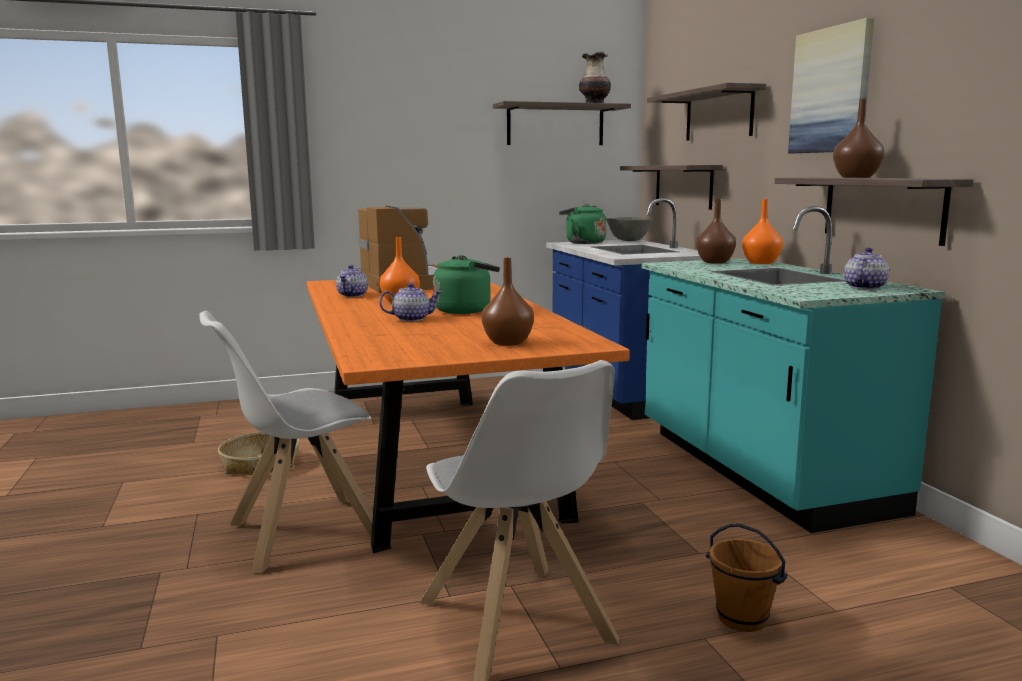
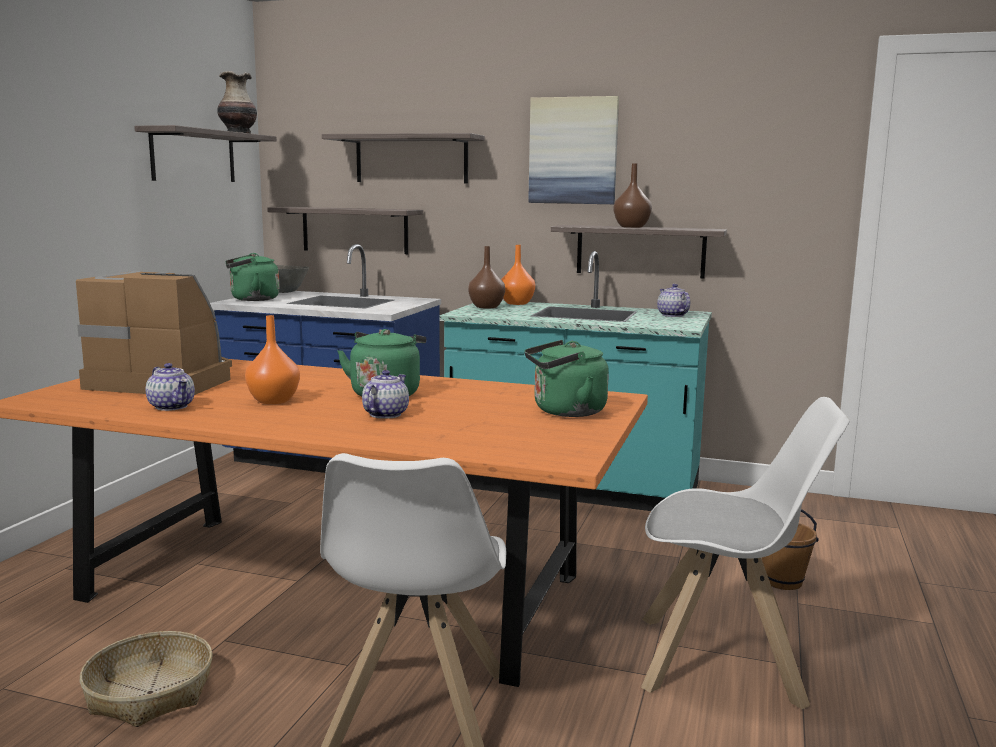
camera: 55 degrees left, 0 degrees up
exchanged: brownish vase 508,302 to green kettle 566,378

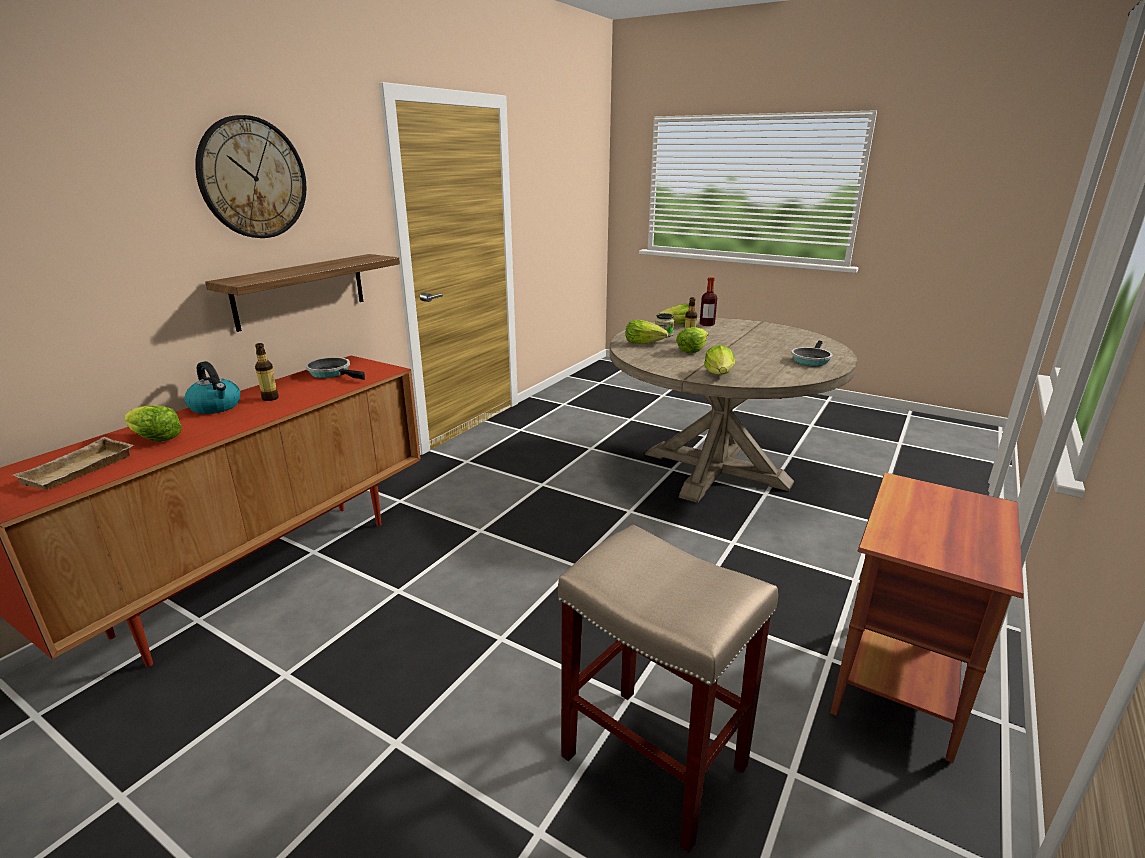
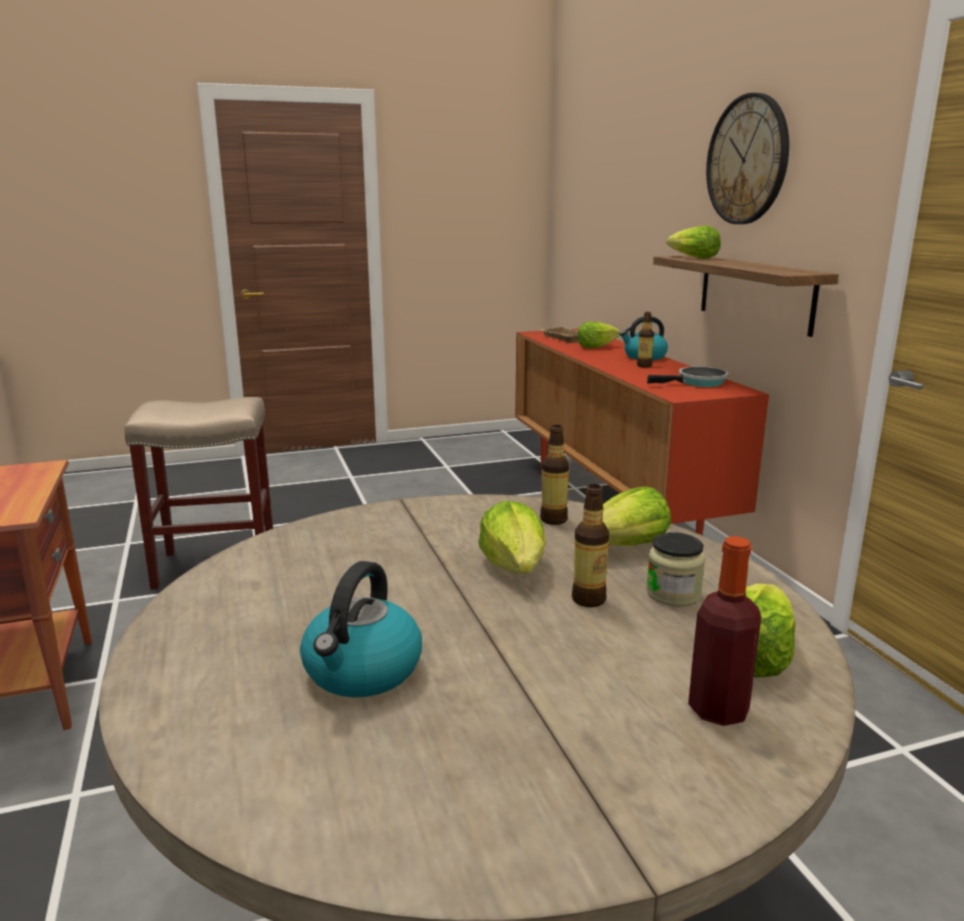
camera: 130 degrees right, 5 degrees down
missing: pan 812,353
appeared: kettle 361,629; drink bottle 554,475
relocated: lettuce 719,360 to 693,242

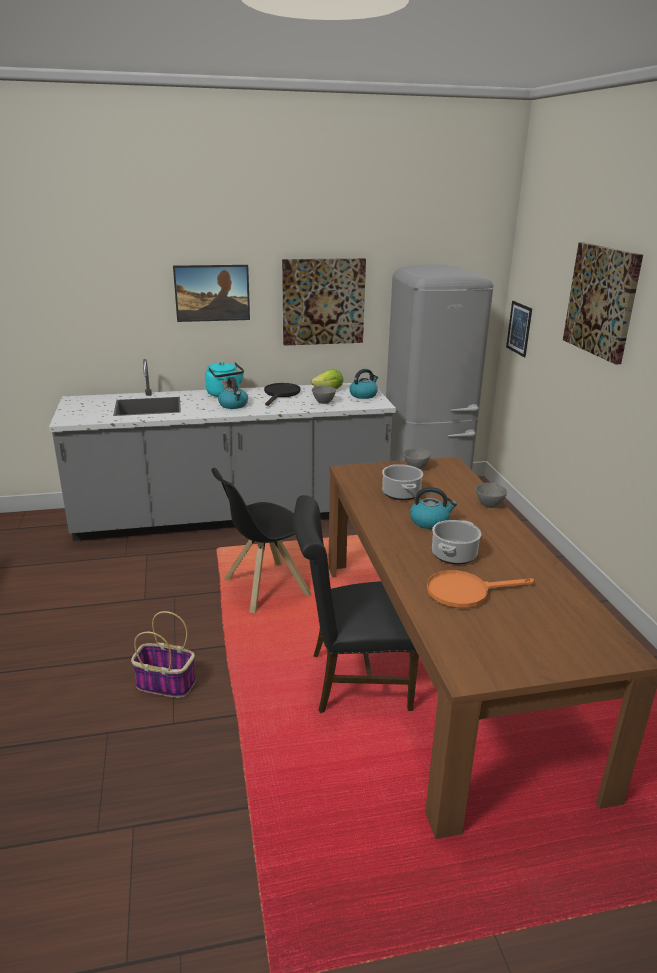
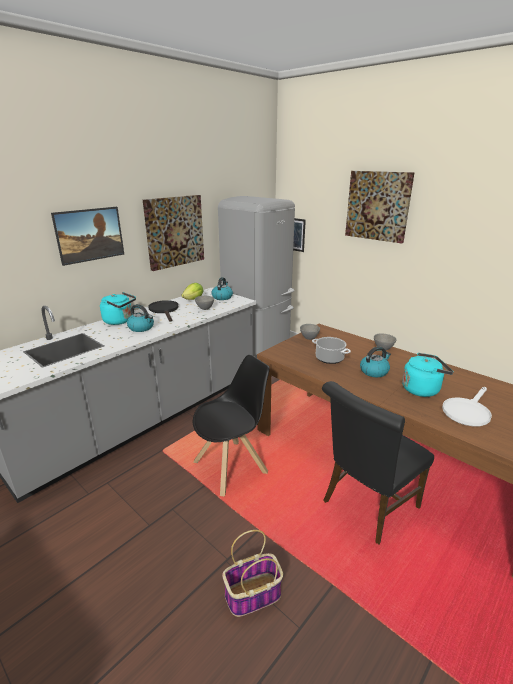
camera: 35 degrees left, 0 degrees up
exchanged: stockpot 456,542 to turquoise-coloured kettle 428,375
colour: orange pan 480,589 to whitish pan 467,406
spun: black-coloured chair 261,540 = 231,426 150 degrees counterclockwise

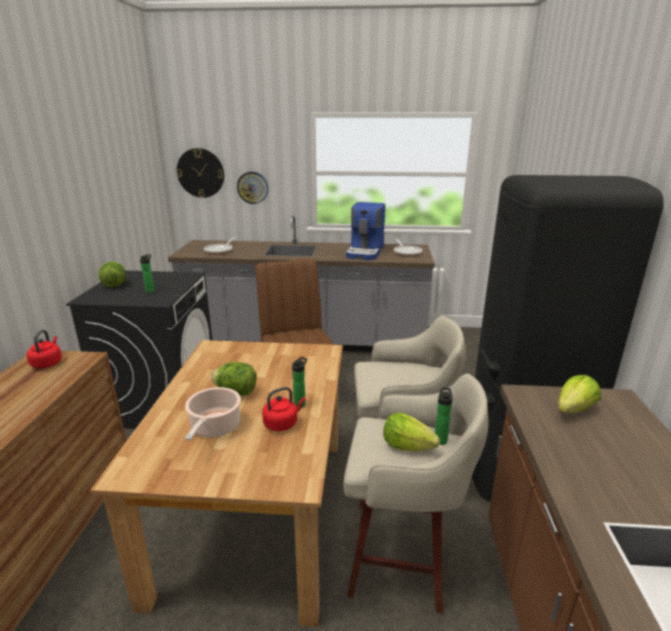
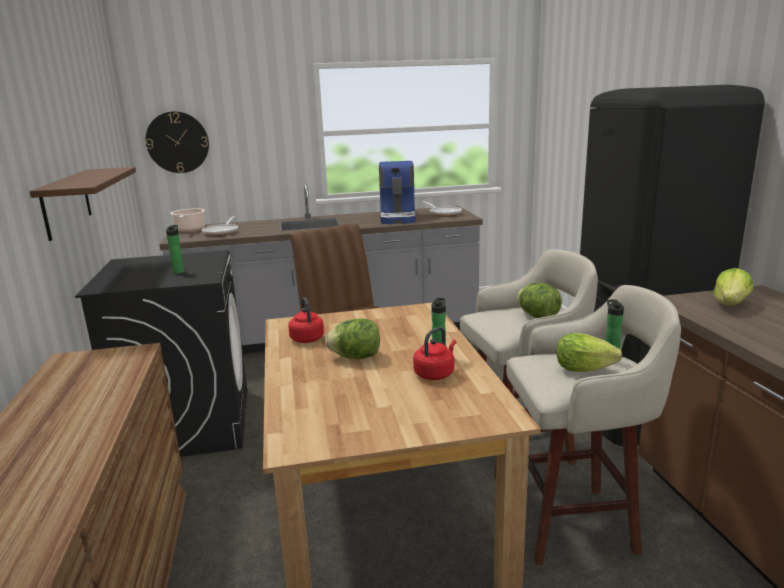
camera: 15 degrees left, 5 degrees down
missing: wall clock 252,188
appeared: brownish bracket shelf 82,204
relocated: reddish kettle 44,349 to 306,320; lettuce 112,274 to 539,300; stockpot 213,413 to 187,219

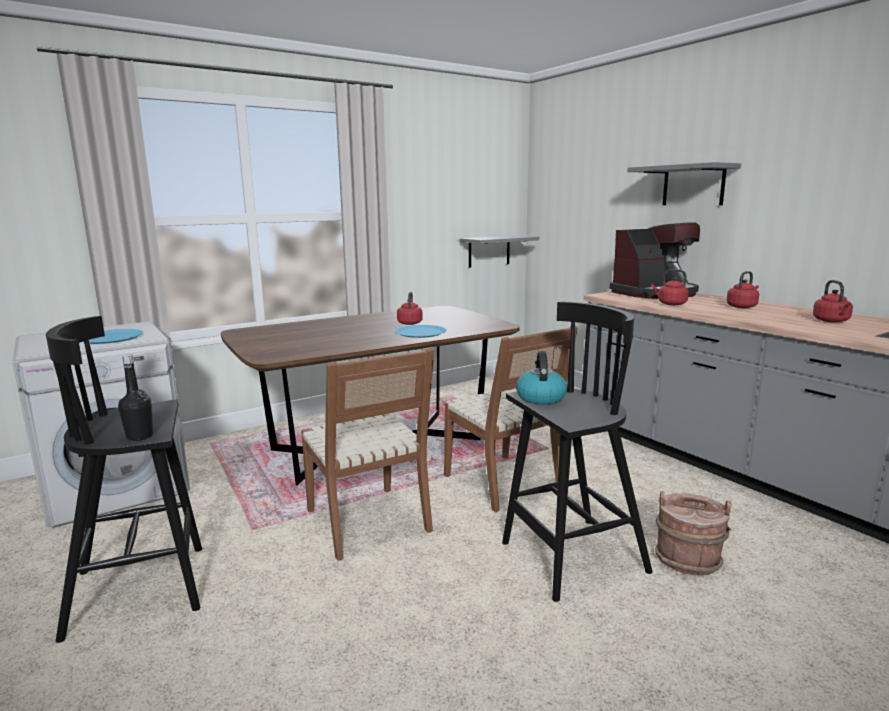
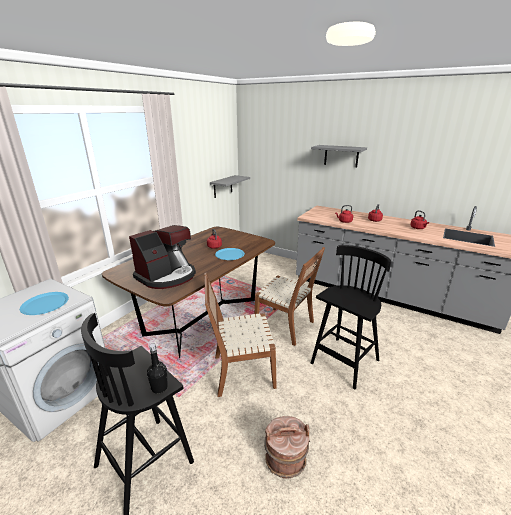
camera: 25 degrees left, 10 degrees up
missing: kettle 541,378
relocated: coffee maker 655,260 to 162,257; brownish water bucket 693,533 to 287,447
spun: chair 367,454 = 240,335 135 degrees clockwise

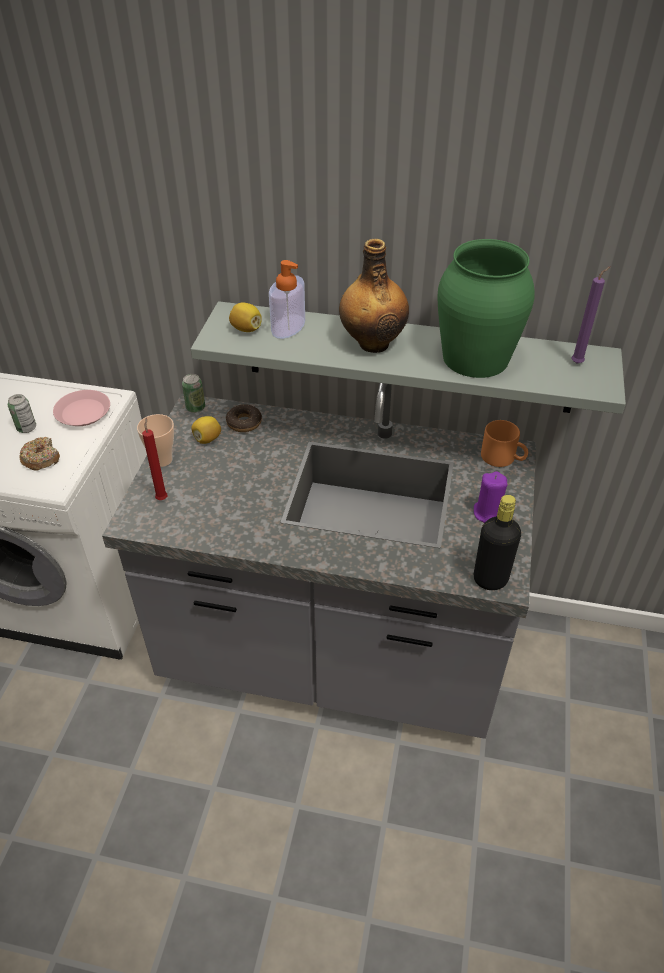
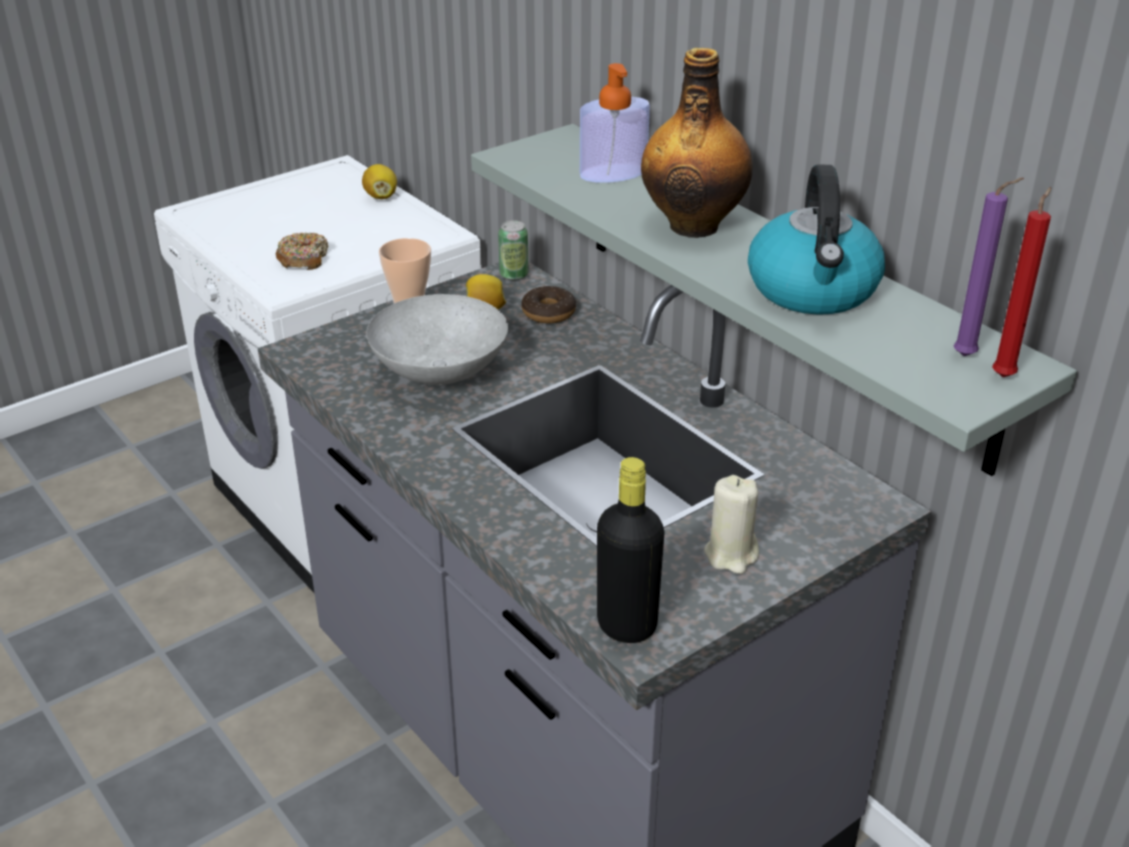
camera: 40 degrees right, 10 degrees down
missing: can 22,413; pink flat dish 81,408; orange tea mug 504,443
appeared: grey deep dish 437,339
relocated: reddish wax light 155,458 to 1021,282; citrus fruit 245,317 to 379,181
exchanged: green vase 486,308 to kettle 816,239
colour: purple-coloured wax light 490,497 to beige-coloured wax light 731,524

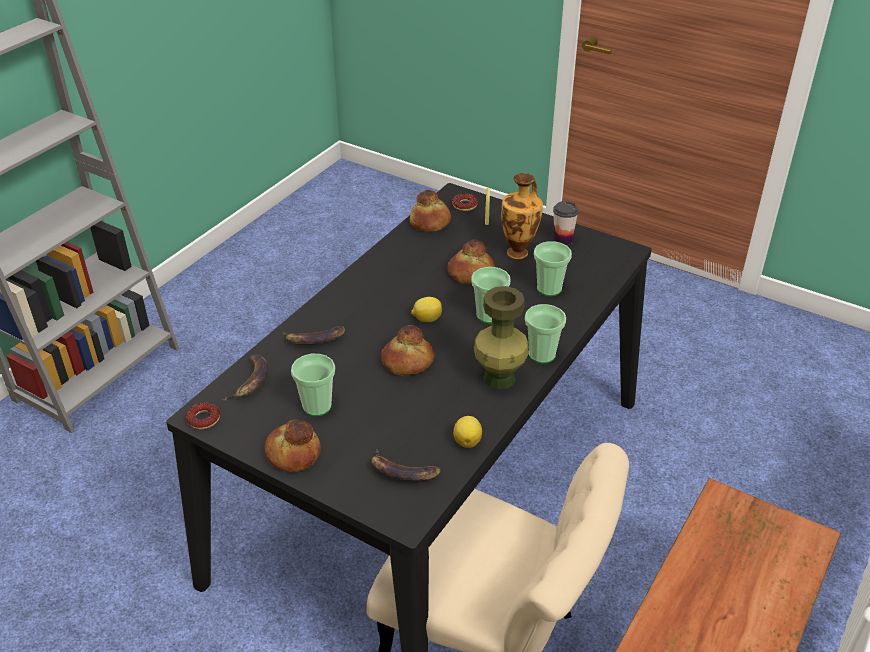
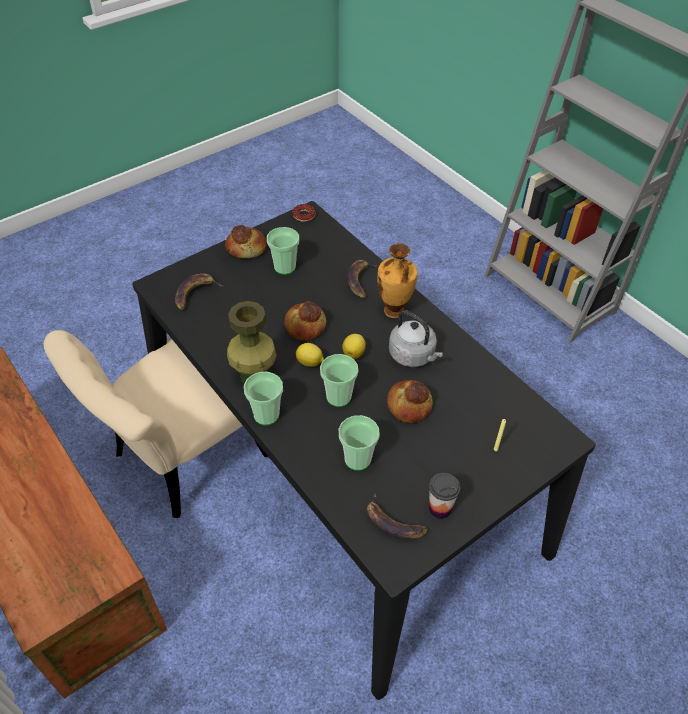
camera: 110 degrees right, 10 degrees up
missing: bakery bread 430,211; doughnut 465,202
appeared: grey kettle 416,338
relocated: banana fruit 245,377 to 397,516; citrus fruit 467,432 to 310,355; vase 522,216 to 397,281

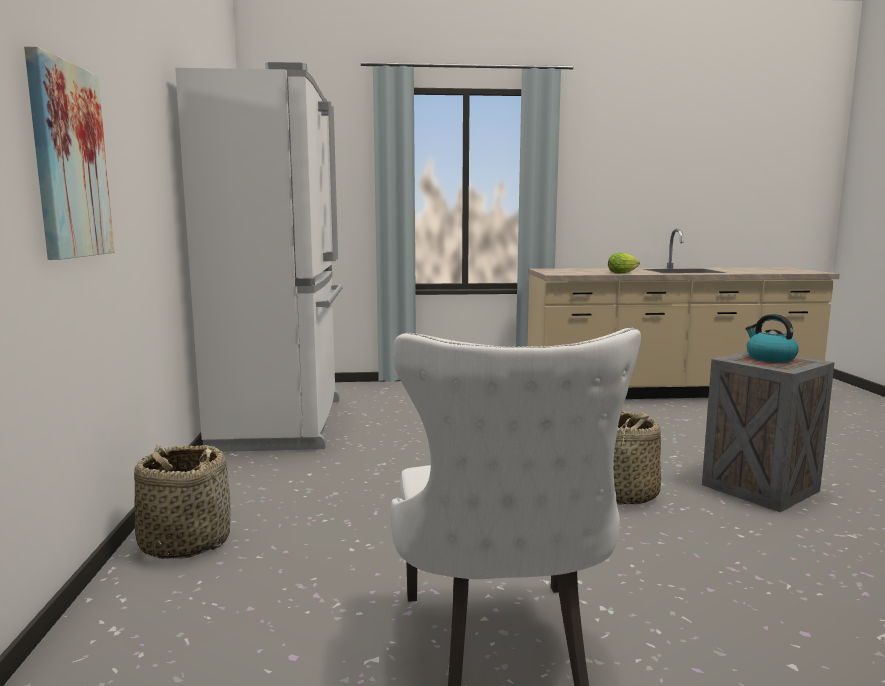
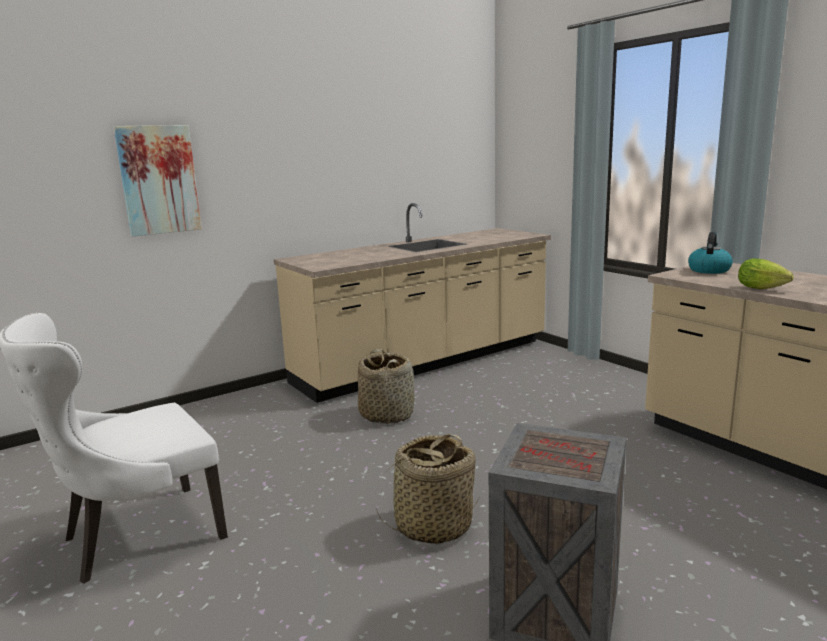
camera: 60 degrees right, 5 degrees up
relocated: basket 182,502 to 386,386; kettle 772,338 to 710,253
exchanged: whitish refrigerator 259,257 to beige-coloured kitchen base unit 412,303

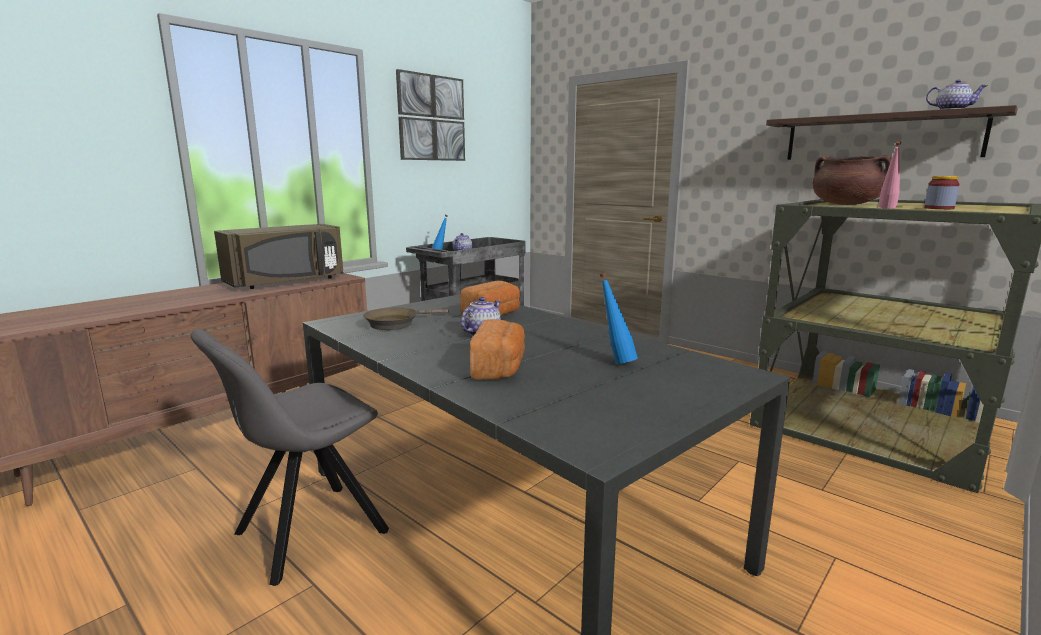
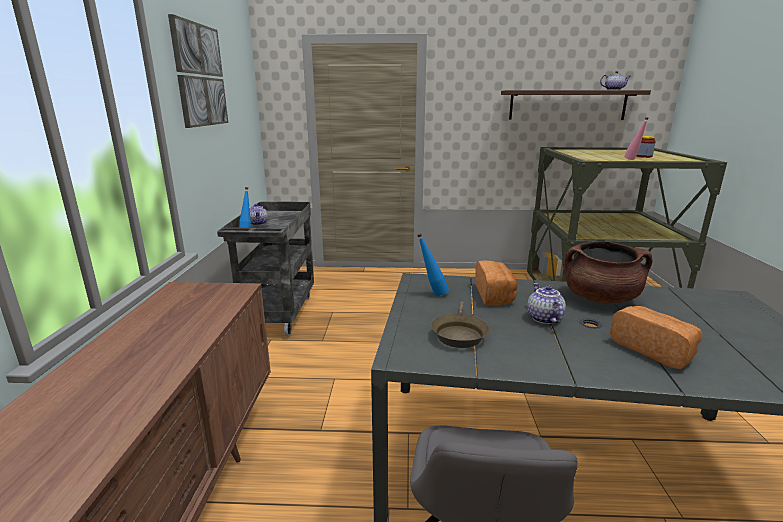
camera: 40 degrees left, 5 degrees up
missing: brownish microwave oven 279,256
relocated: bluish drink bottle 619,318 to 433,264; brownish stockpot 852,180 to 608,272

